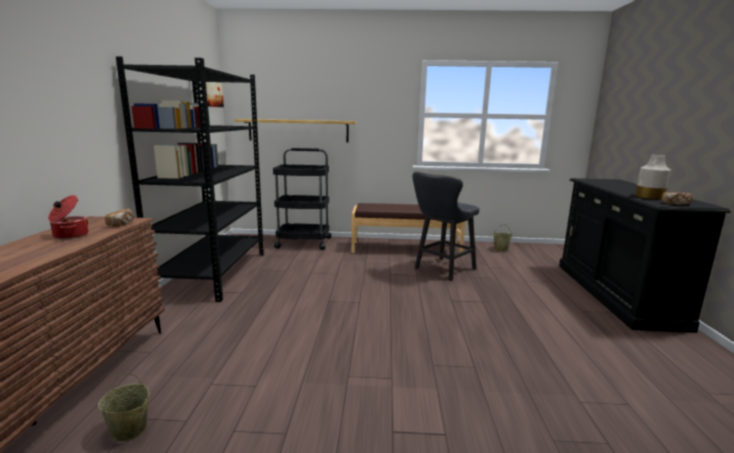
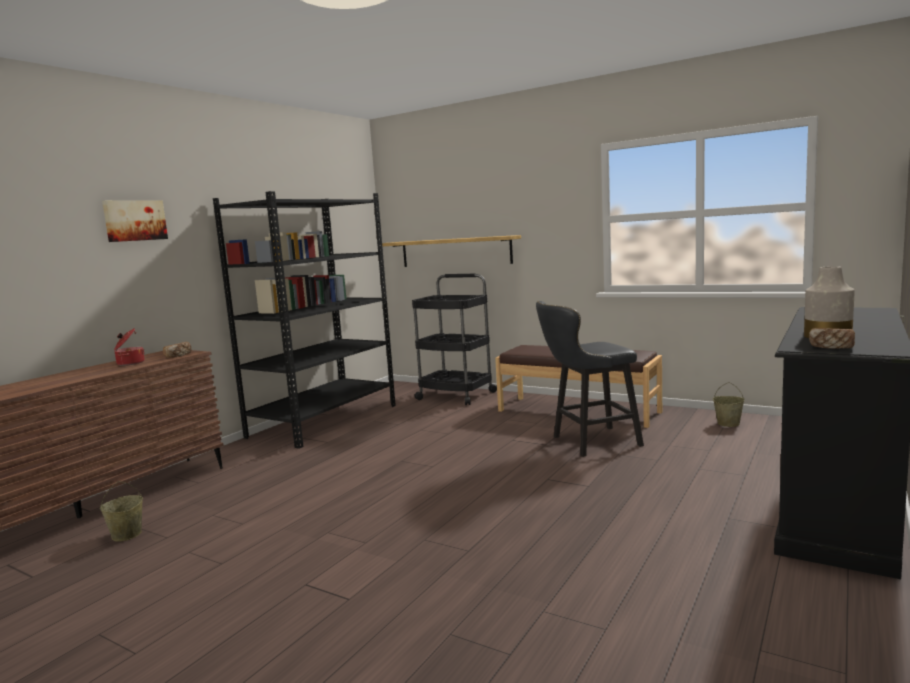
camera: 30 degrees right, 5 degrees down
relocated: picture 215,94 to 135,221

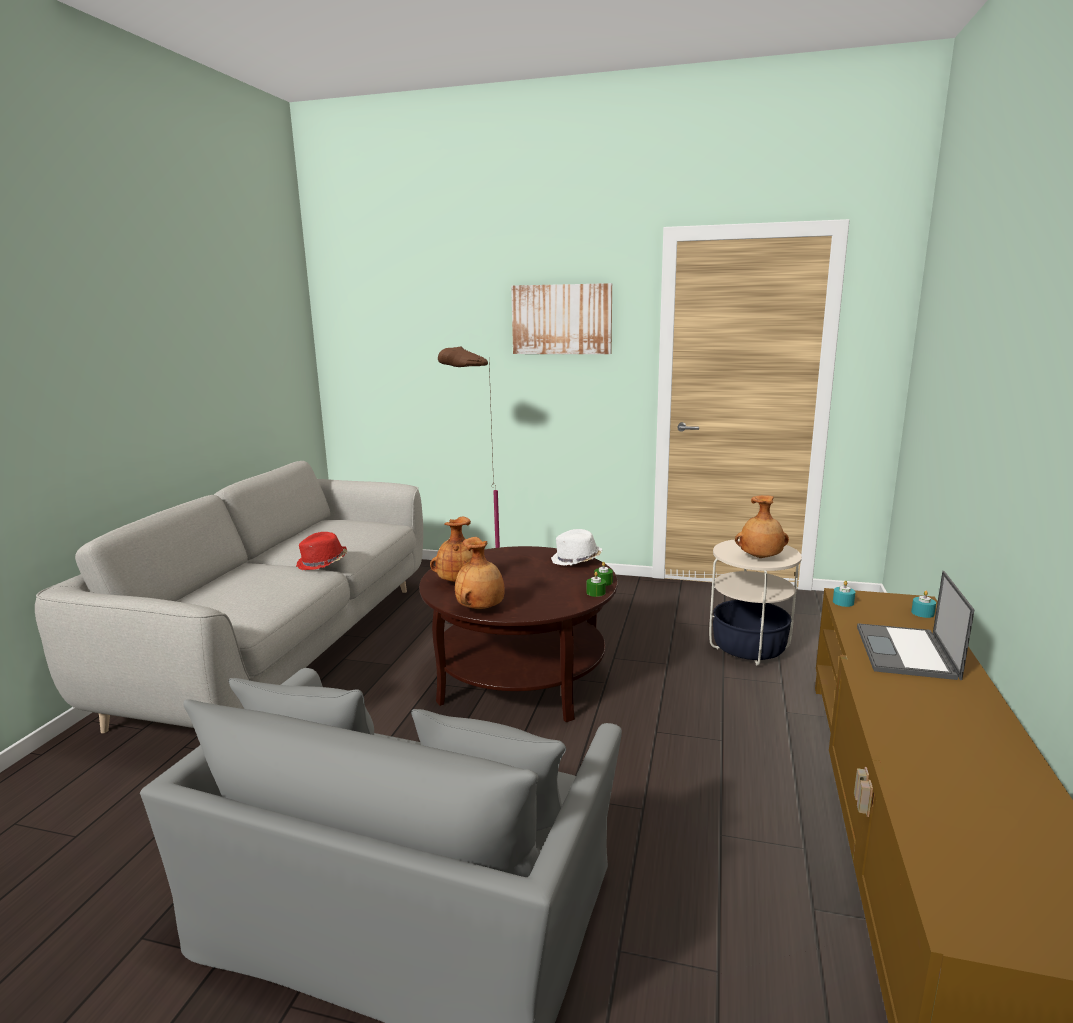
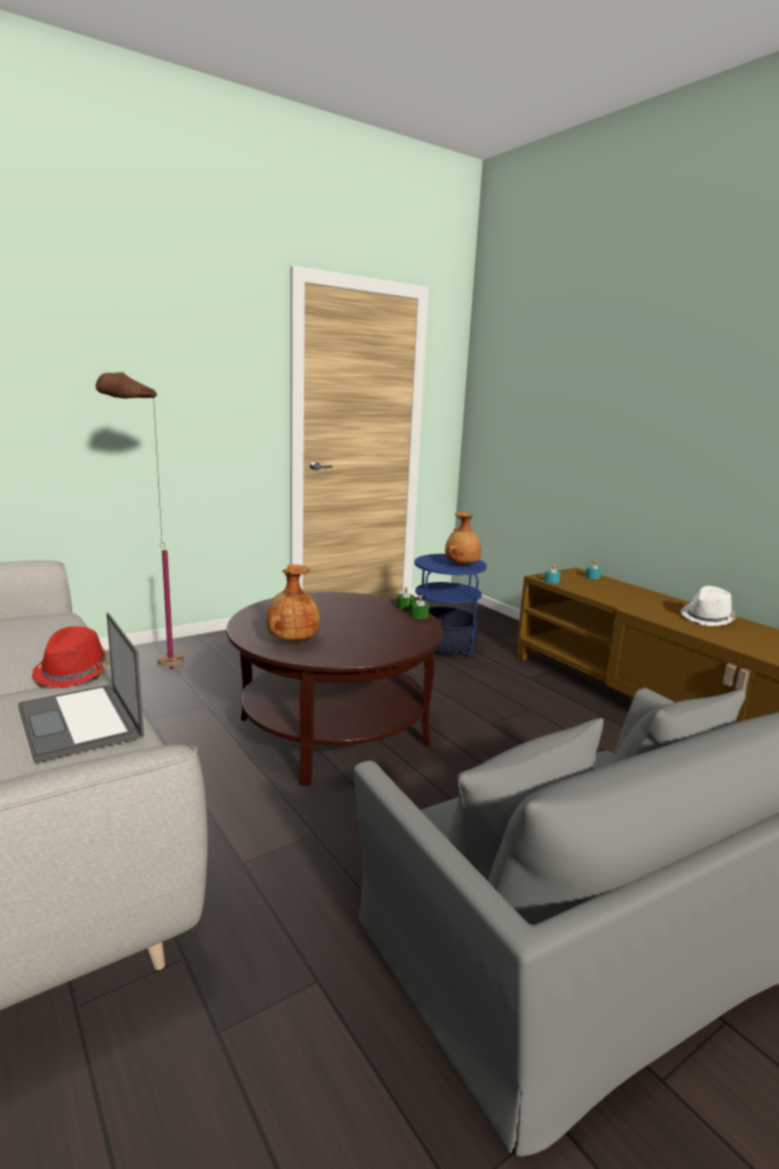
camera: 50 degrees left, 0 degrees up
missing: brownish vase 480,573; picture 561,318
relocated: whitish wearable hat 576,547 to 708,606; notebook computer 915,625 to 81,688
colour: beige-coloured side table 755,602 to bluish side table 451,605

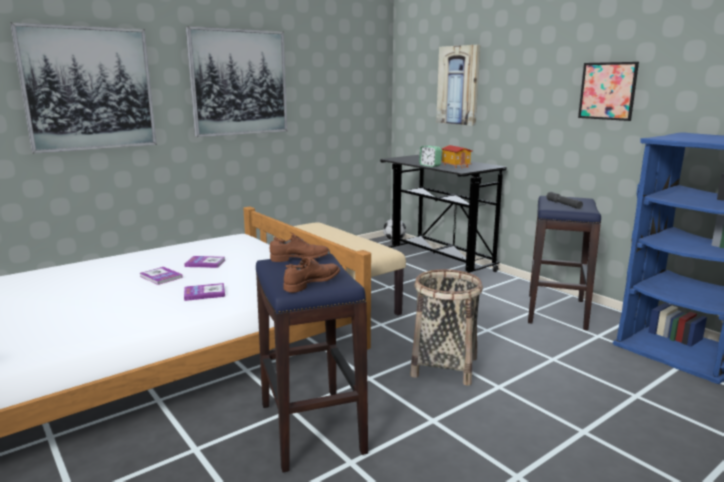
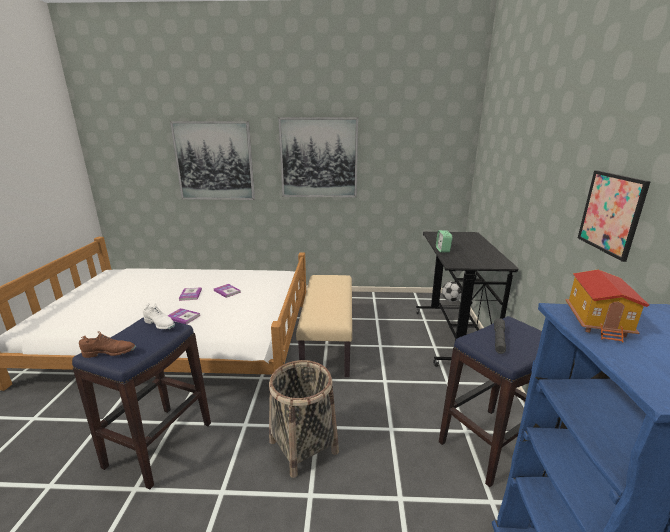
camera: 40 degrees right, 5 degrees up
missing: picture 458,85
relocated: miniature house 456,156 to 607,305
colour: brownish item of footwear 300,247 to whitish item of footwear 159,316

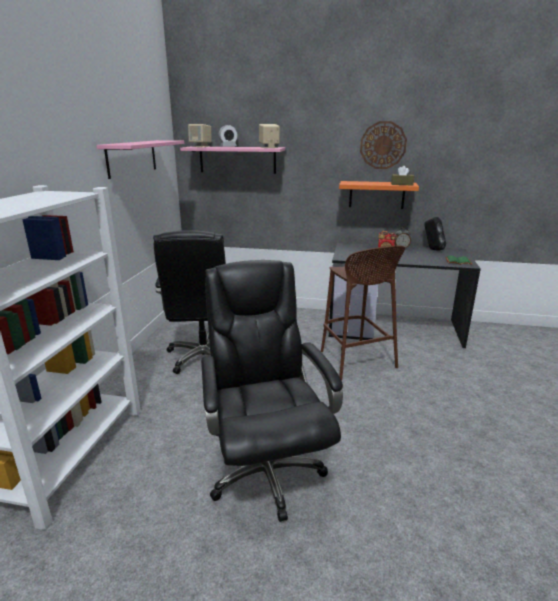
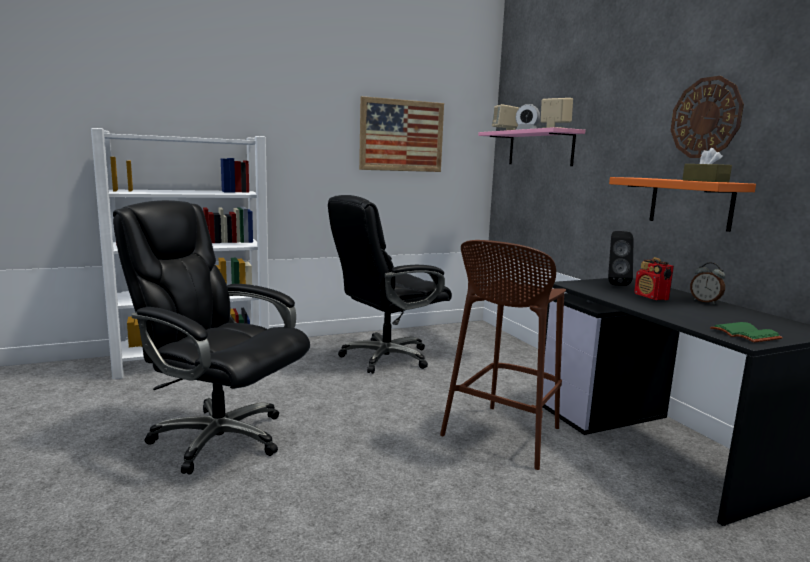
camera: 55 degrees right, 10 degrees down
relocated: black-coloured audio speaker 435,234 to 620,258
exchanged: pink bracket shelf 140,159 to picture 401,134
spun: black-coloured office chair 272,391 = 211,337 105 degrees counterclockwise

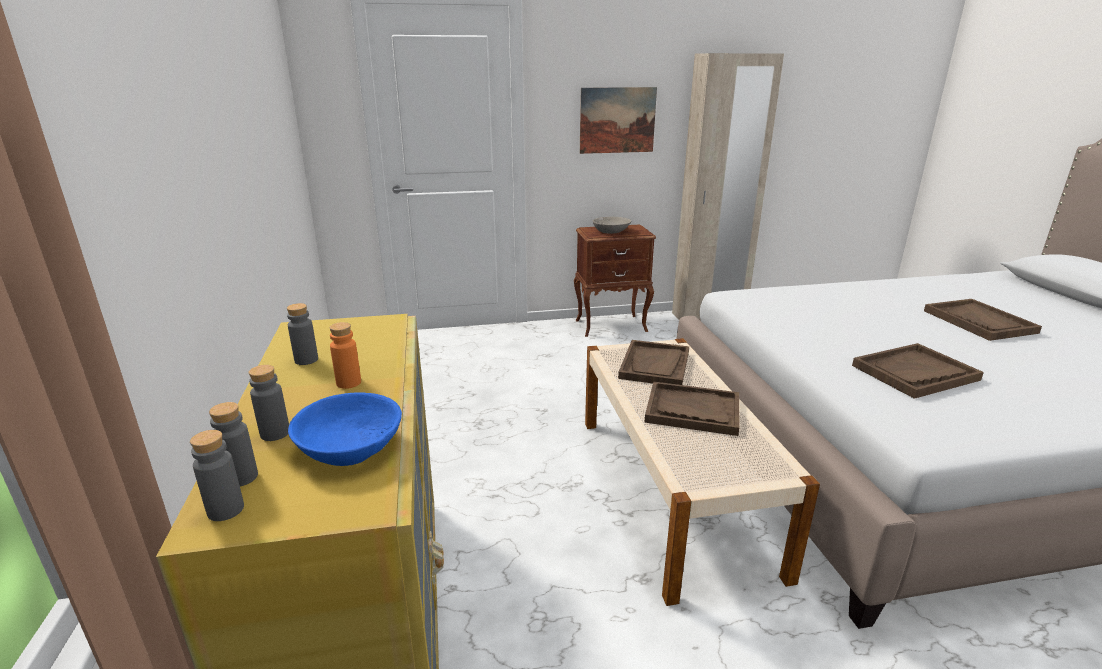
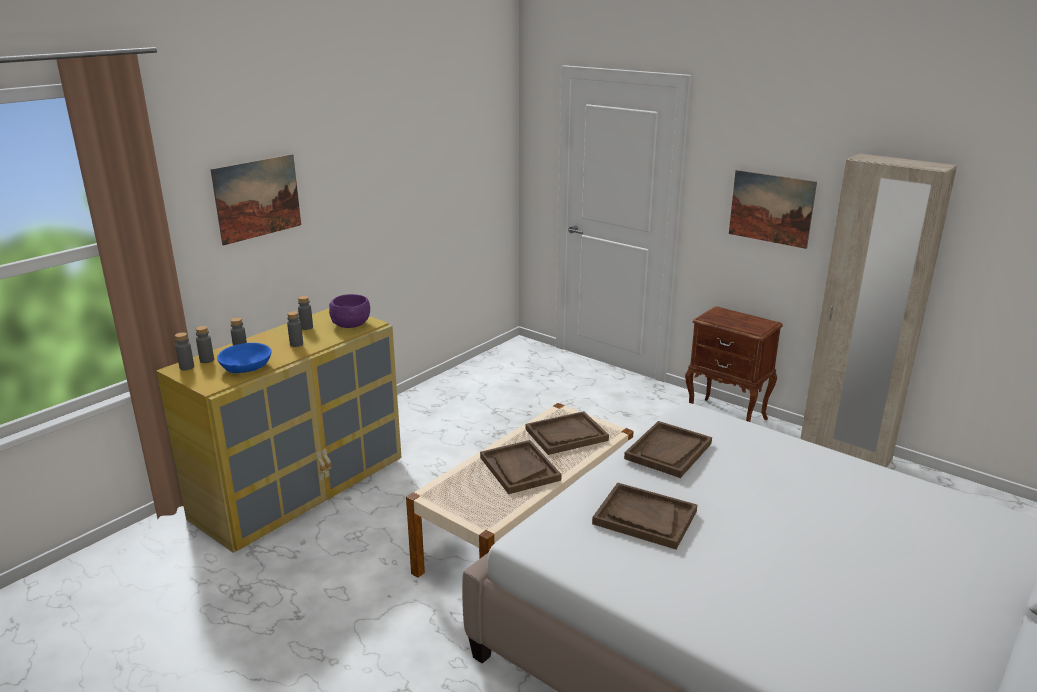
camera: 50 degrees right, 0 degrees up
missing: grey deep dish 612,225
appeared: picture 255,200; purple-coloured deep dish 349,311
relocated: brownish carrying tray 983,320 to 668,449
colour: orange drink bottle 345,355 to grey drink bottle 295,329

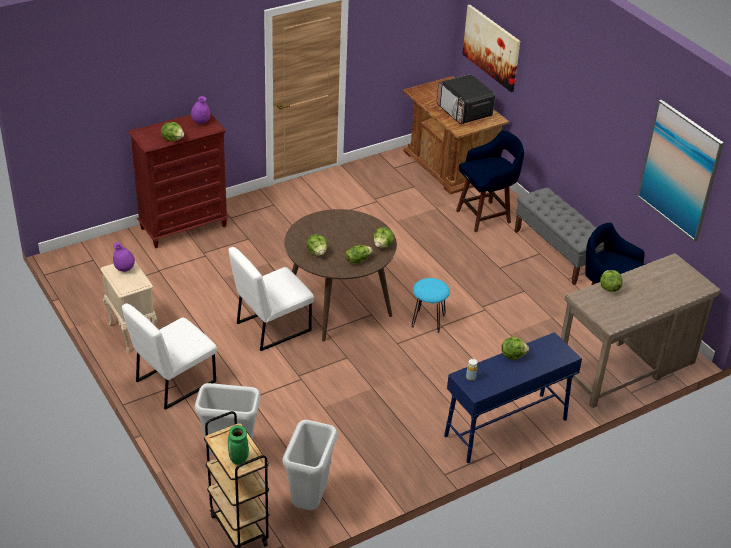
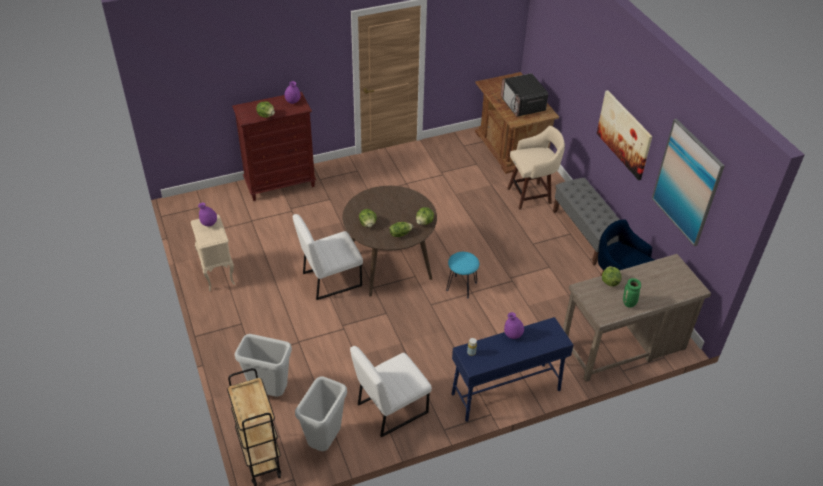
camera: 10 degrees right, 5 degrees up
relocated: whitish chair 169,356 to 391,391; green vase 238,445 to 632,293; picture 491,48 to 625,135
exchanged: lettuce 515,348 to purple-coloured vase 514,325
colour: bluish sitting stool 490,181 to beige-coloured sitting stool 536,168

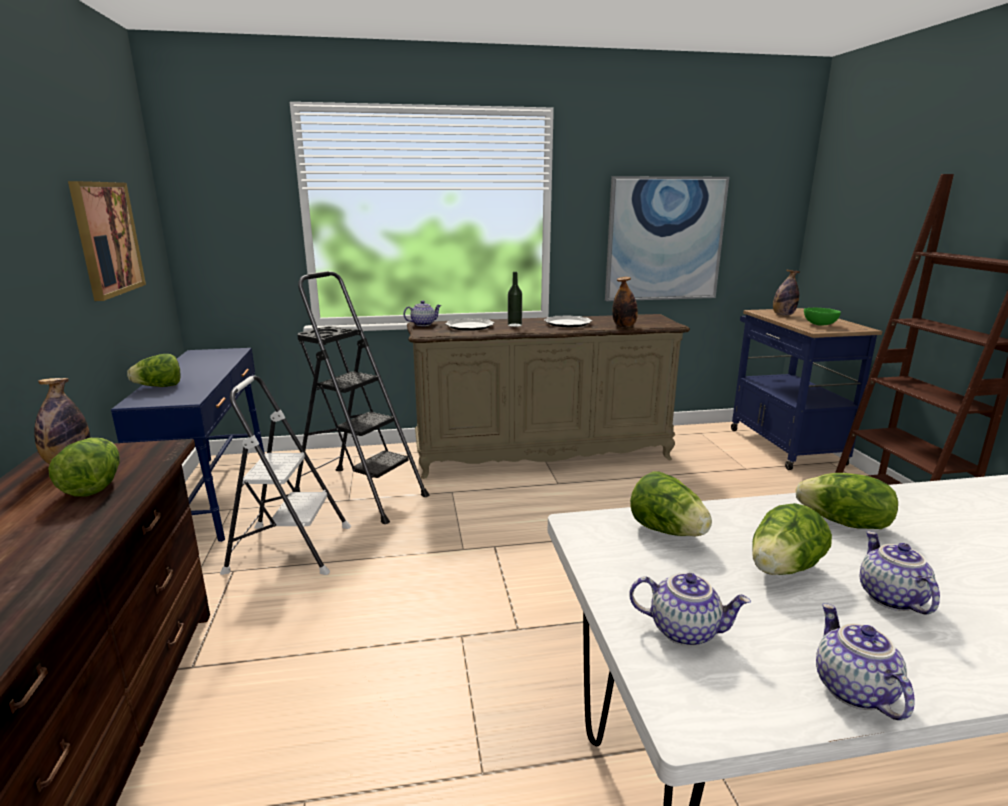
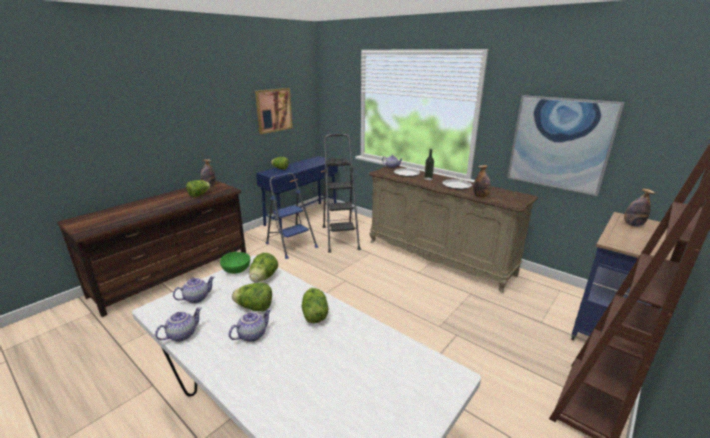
camera: 50 degrees right, 5 degrees up
relocated: green deep dish 822,317 to 235,263
colour: whitish step ladder 285,475 to bluish step ladder 292,216
spun: tea pot 690,609 = 194,289 105 degrees counterclockwise

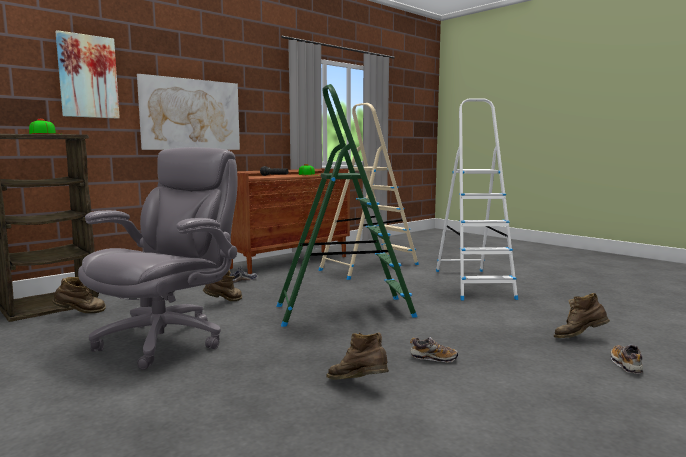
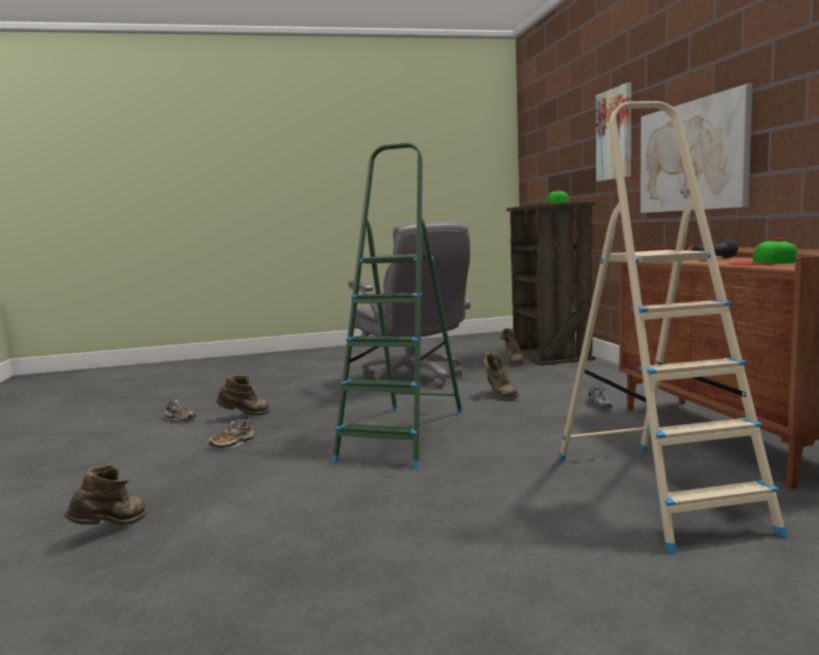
camera: 120 degrees right, 0 degrees up
missing: whitish step ladder 477,199
relocated: item of footwear 626,359 to 180,411

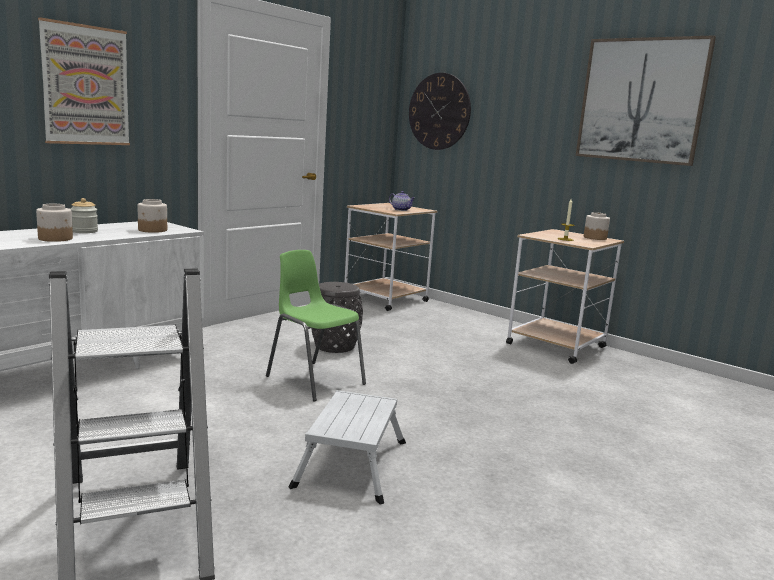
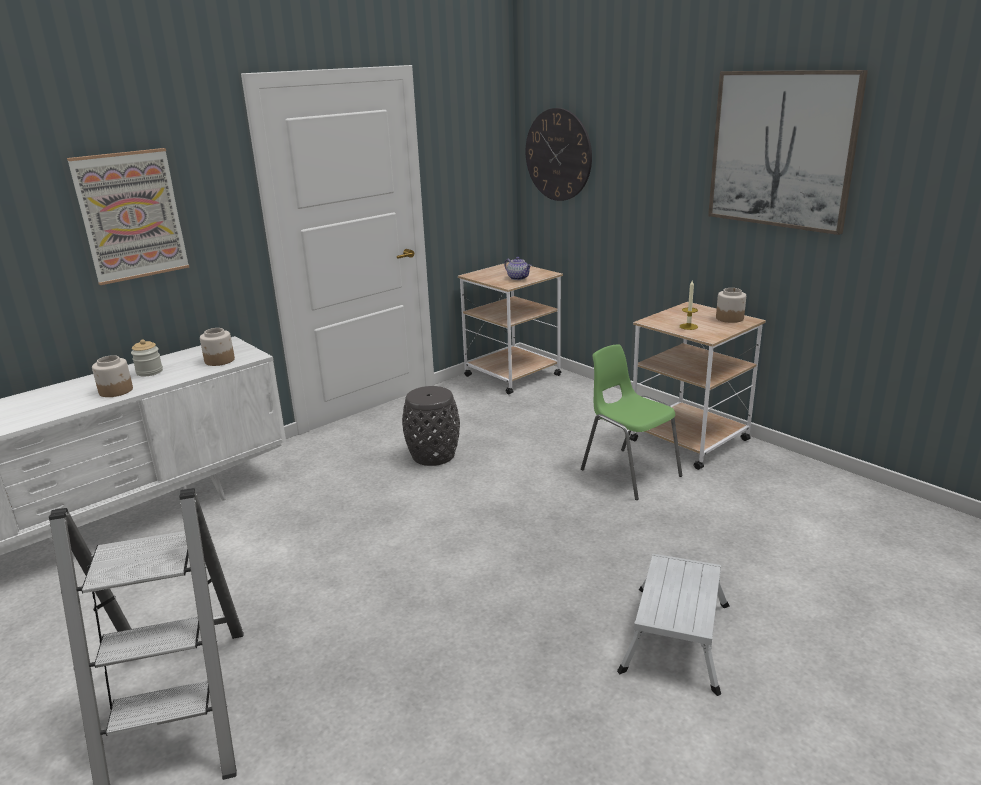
camera: 10 degrees right, 10 degrees up
relocated: green chair 316,325 to 631,422; whitish step ladder 347,447 to 673,624

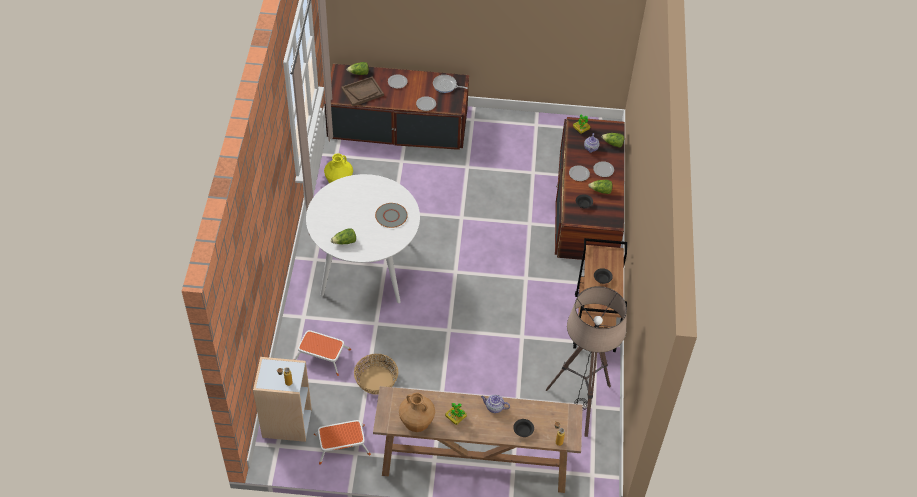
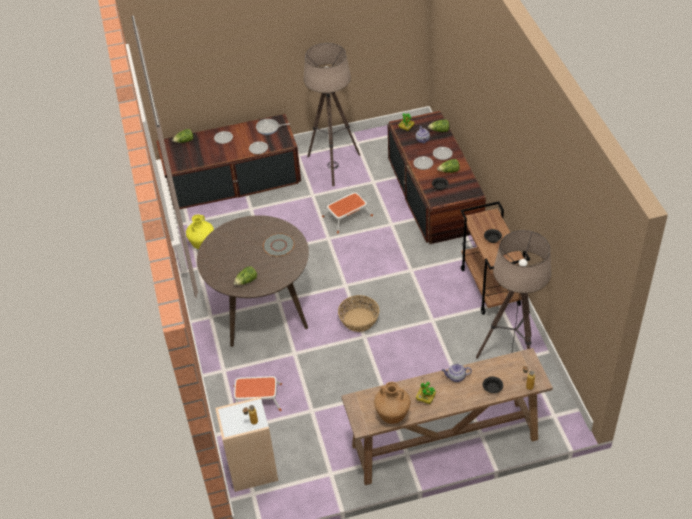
camera: 15 degrees left, 5 degrees down
missing: brownish carrying tray 363,91
appeared: standing lamp 332,114
relocated: orange step ladder 342,442 to 347,212; basket 376,374 to 358,313
colour: whitish kitchen table 363,238 to brownish kitchen table 253,281

